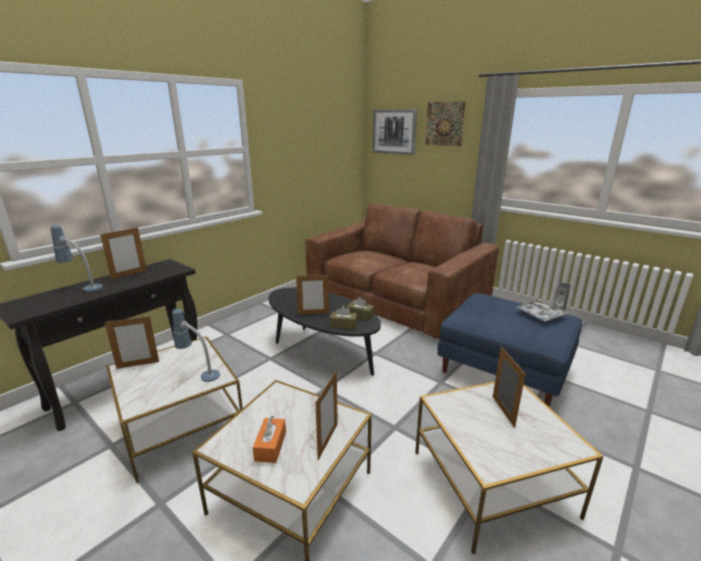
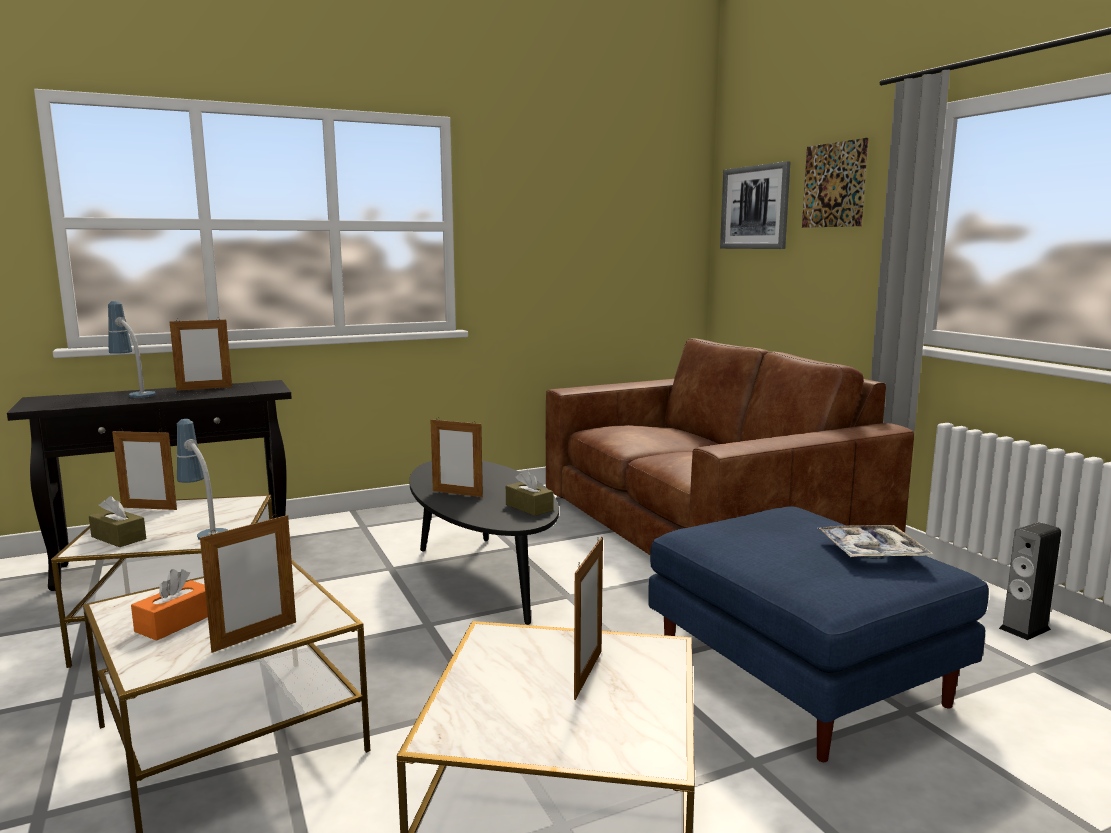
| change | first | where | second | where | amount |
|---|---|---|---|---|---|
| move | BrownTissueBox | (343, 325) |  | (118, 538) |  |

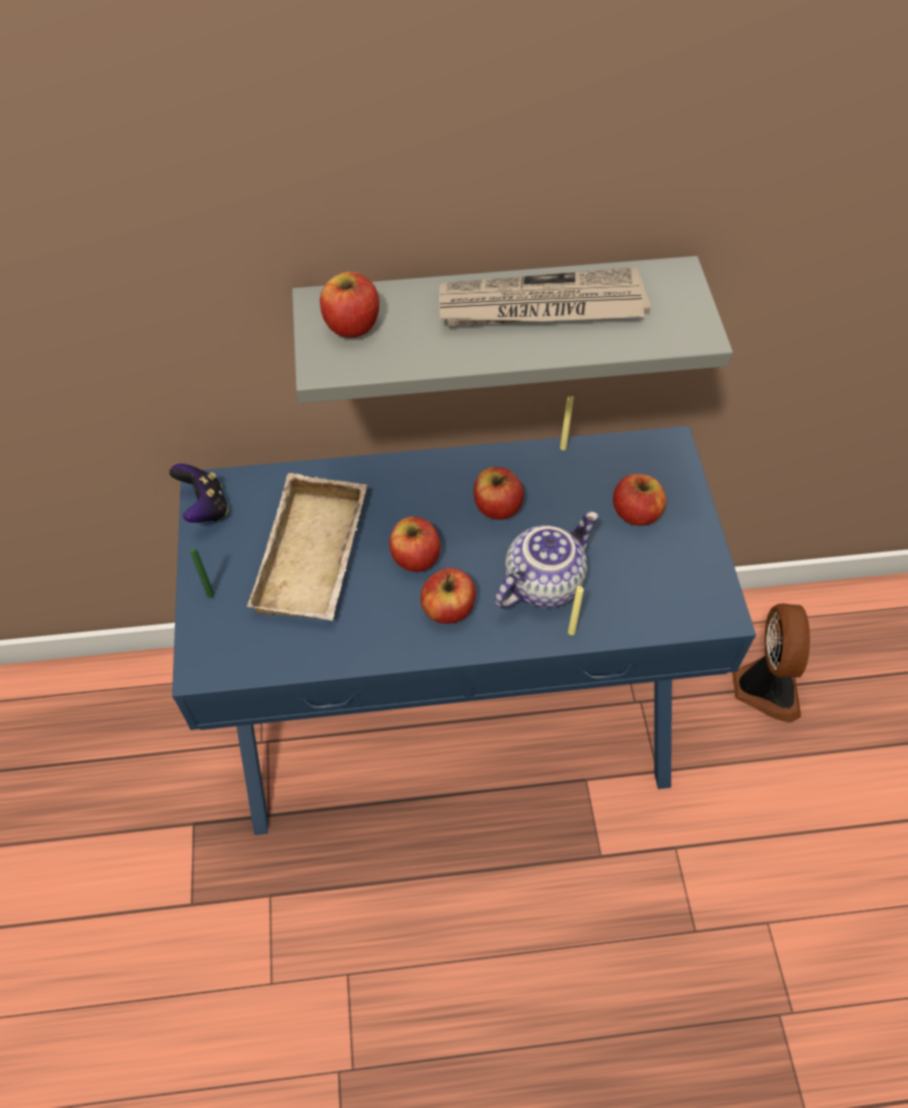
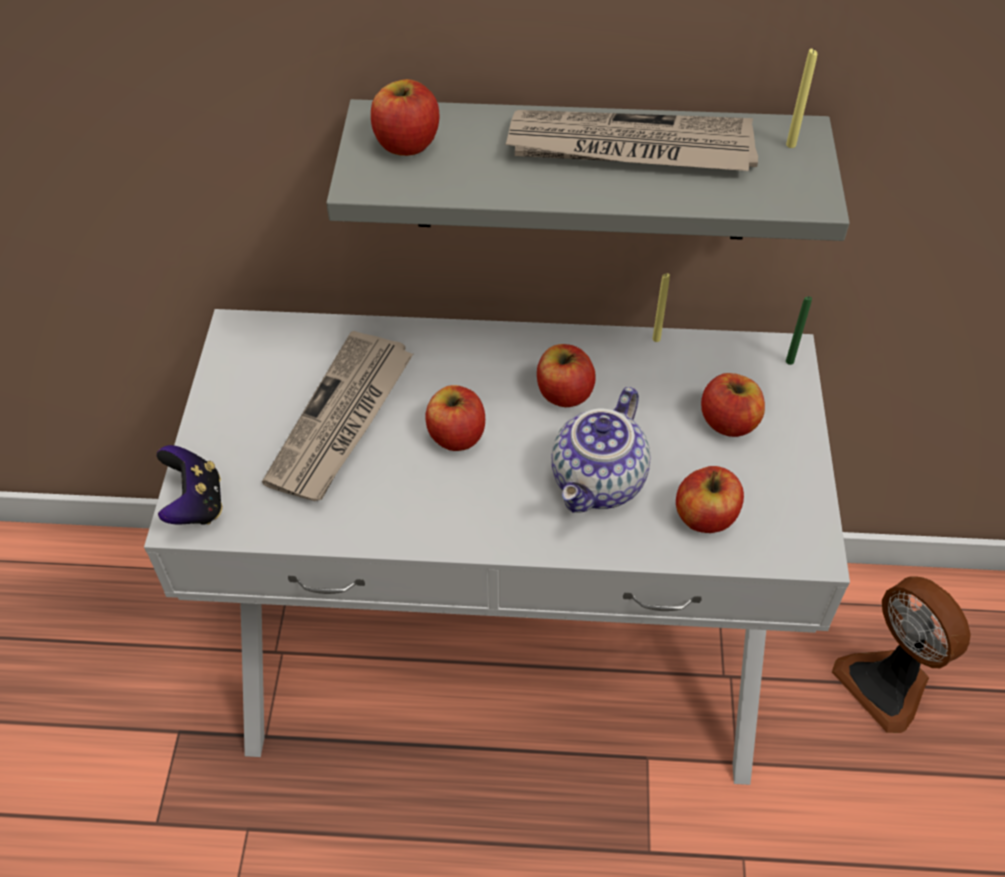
| change | first | where | second | where | amount |
|---|---|---|---|---|---|
| recolor | BlueConsoleTable | (453, 714) | WhiteConsoleTable | (503, 656) |  |
| move | GameController | (205, 507) |  | (195, 504) |  |
| replace | BeigeTray | (315, 558) | Newspaper | (342, 420) |  |
| rotate | Teapot | (542, 581) |  | (600, 483) | 150 degrees clockwise |
| move | GreenCandle | (210, 594) |  | (789, 361) |  |
| move | Apple | (448, 608) |  | (705, 516) |  |
| move | YellowCandle | (571, 632) |  | (791, 145) |  |
| rotate | Fan | (764, 686) |  | (887, 683) | 135 degrees clockwise |

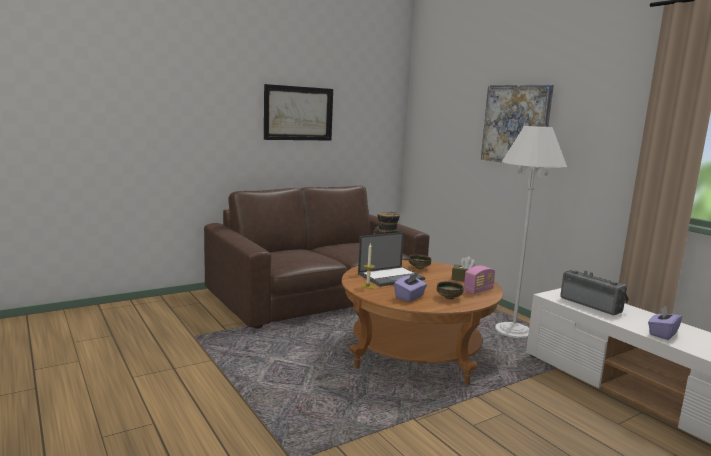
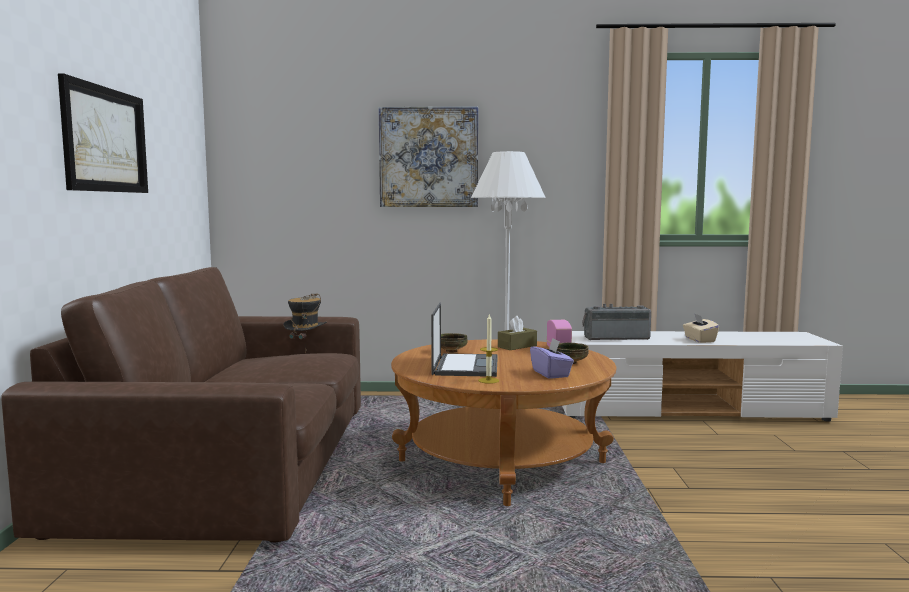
| change | first | where | second | where | amount |
|---|---|---|---|---|---|
| recolor | PurpleTissueBox | (662, 334) | BeigeTissueBox | (699, 340) |  |

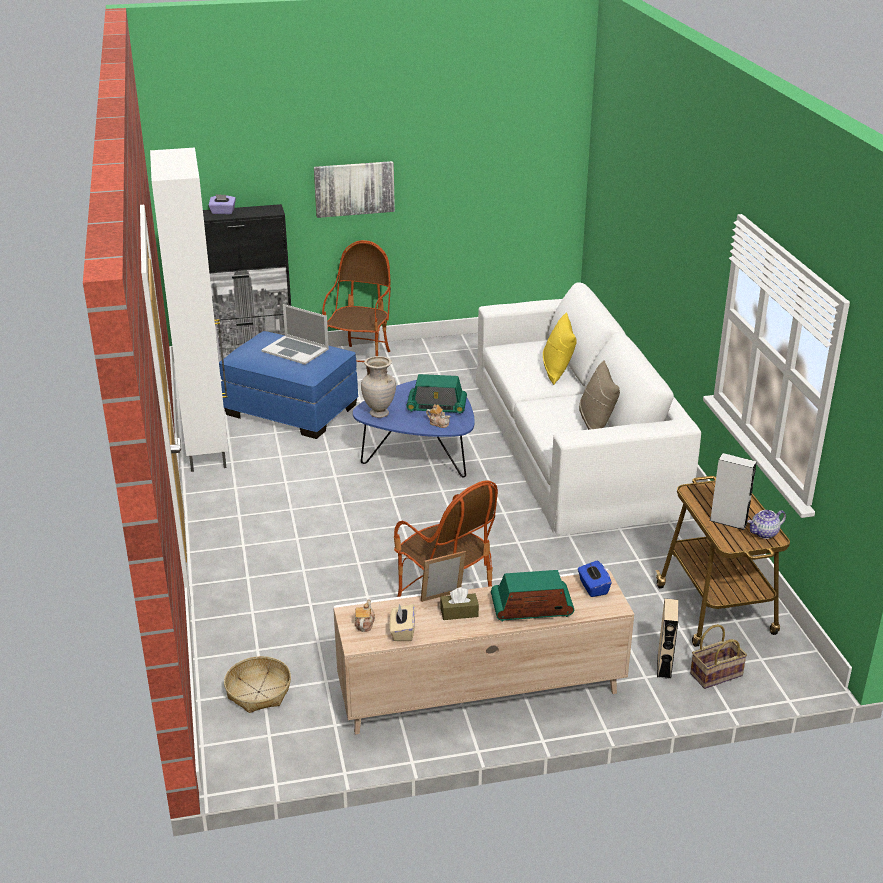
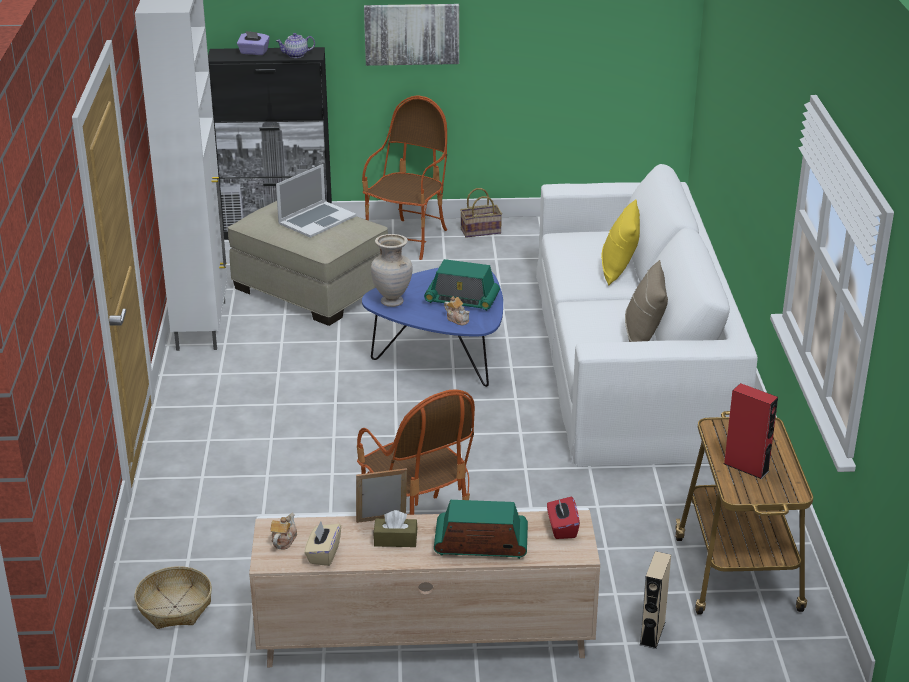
| change | first | where | second | where | amount |
|---|---|---|---|---|---|
| rotate | Laptop | (295, 350) |  | (316, 219) | 90 degrees counterclockwise |
| recolor | BlueOttoman | (292, 409) | BeigeOttoman | (312, 289) |  |
| recolor | GreySpeaker | (728, 521) | RedSpeaker | (746, 467) |  |
| move | Teapot | (764, 533) |  | (296, 55) |  |
| recolor | BlueTissueBox | (593, 587) | RedTissueBox | (562, 528) |  |
| move | Basket | (716, 674) |  | (481, 231) |  |

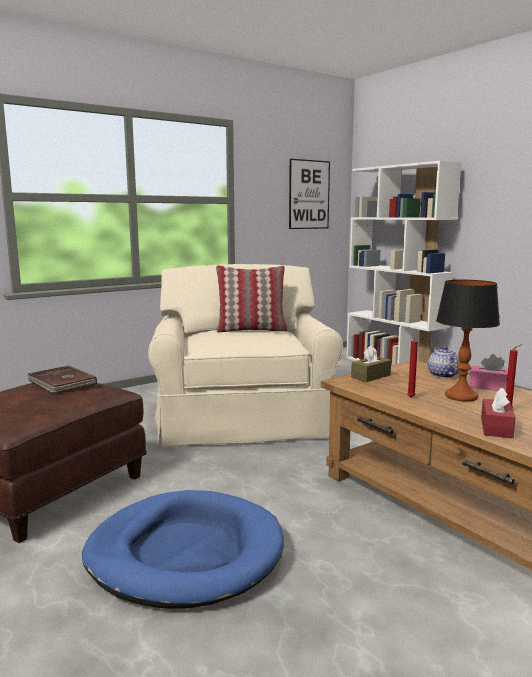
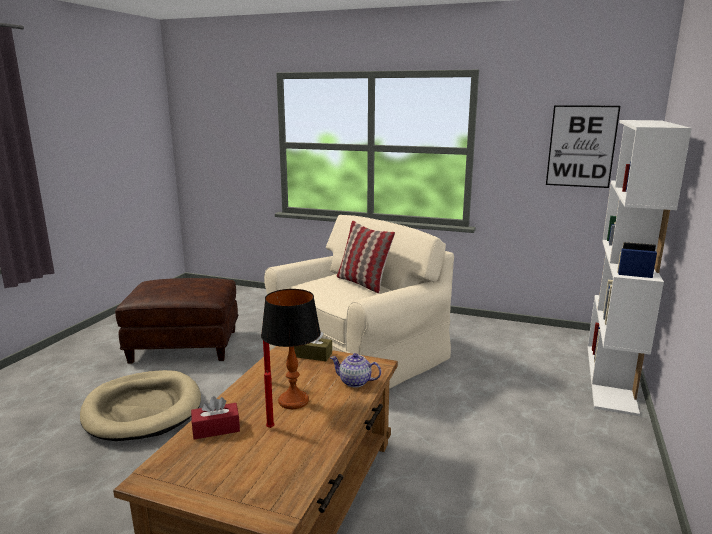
| change | first | where | second | where | amount |
|---|---|---|---|---|---|
| rotate | Teapot | (443, 375) |  | (355, 382) | 120 degrees counterclockwise |
| delete | PinkTissueBox | (490, 387) |  |  |  |
| delete | BrownBook | (61, 383) |  |  |  |
| recolor | BlueDogBed | (185, 553) | BeigeDogBed | (143, 409) |  |

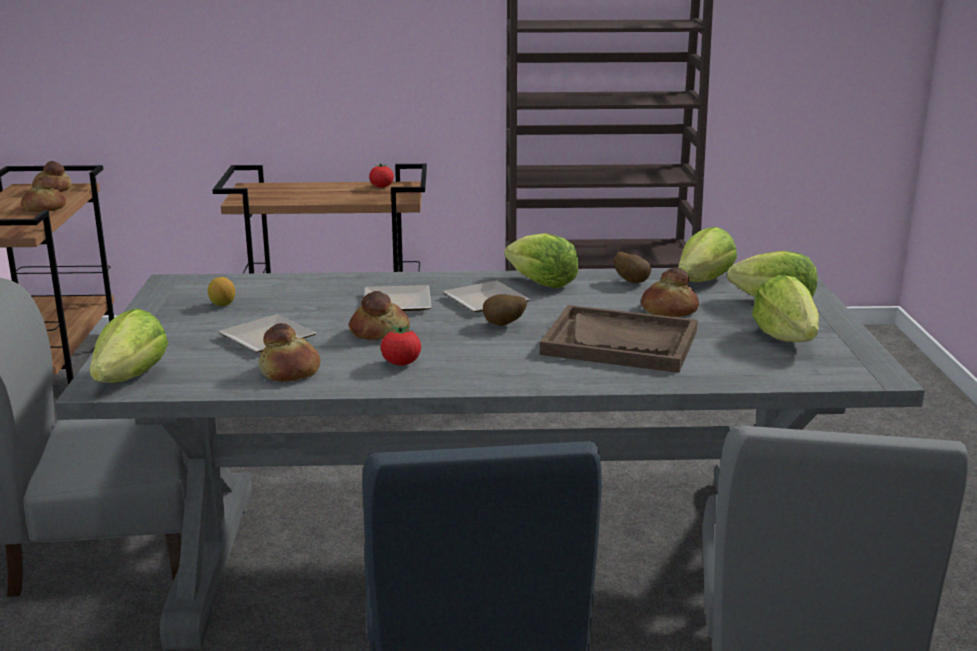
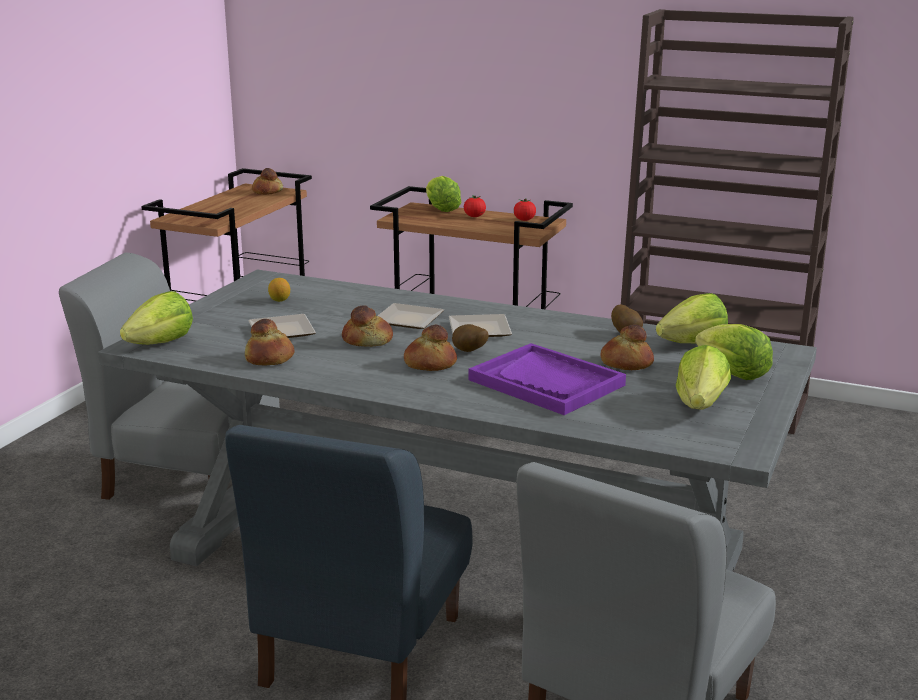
| change | first | where | second | where | amount |
|---|---|---|---|---|---|
| move | Bread | (43, 208) |  | (429, 364) |  |
| move | Lettuce | (541, 283) |  | (441, 209) |  |
| recolor | BrownTray | (620, 343) | PurpleTray | (547, 382) |  |
| move | Tomato | (401, 363) |  | (474, 216) |  |

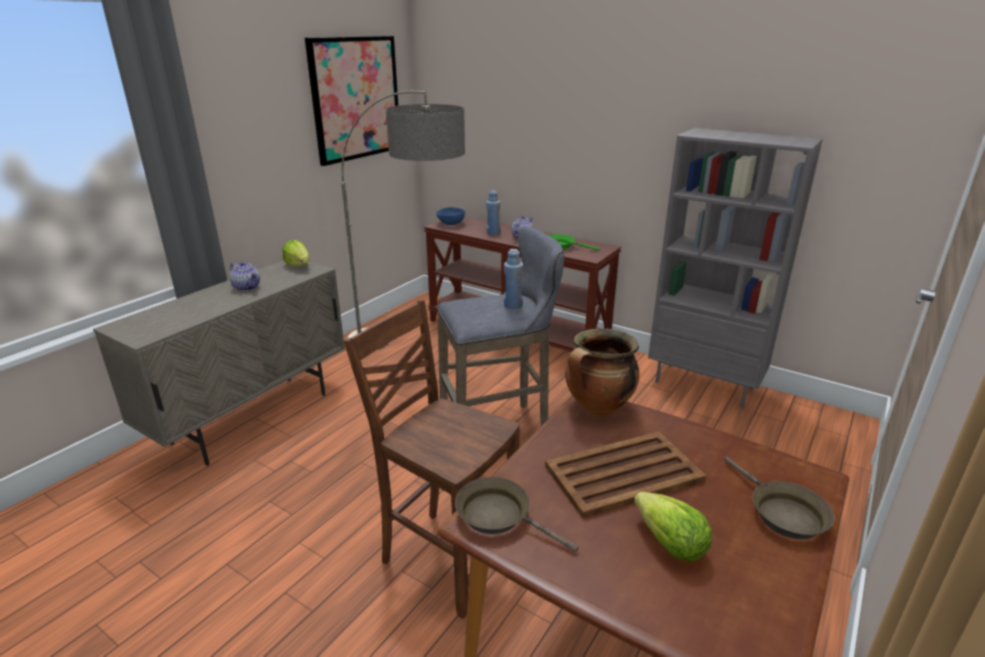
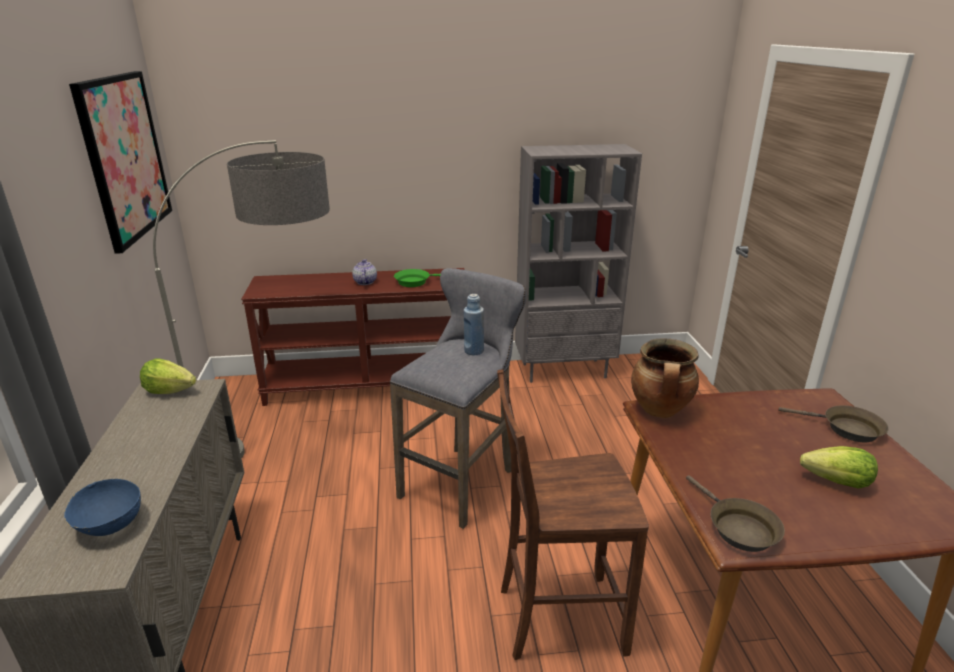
| change | first | where | second | where | amount |
|---|---|---|---|---|---|
| delete | BlueBottle | (493, 233) |  |  |  |
| move | BlueBowl | (450, 224) |  | (109, 523) |  |
| delete | Teapot | (247, 287) |  |  |  |
| delete | BrownTray | (625, 474) |  |  |  |
| rotate | BrownFryingPan | (499, 516) |  | (738, 528) | 105 degrees counterclockwise |

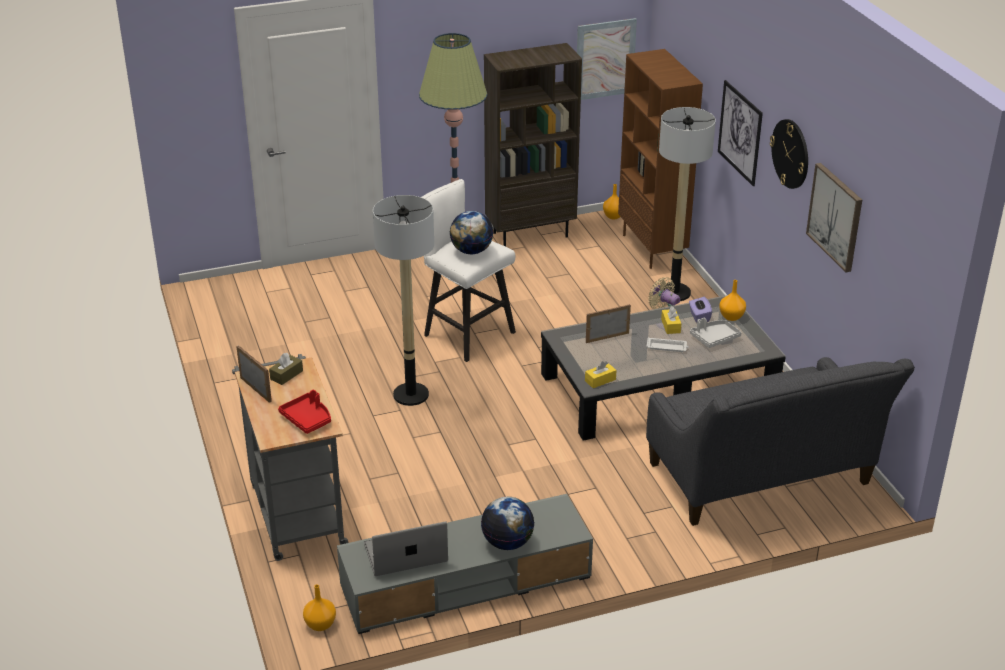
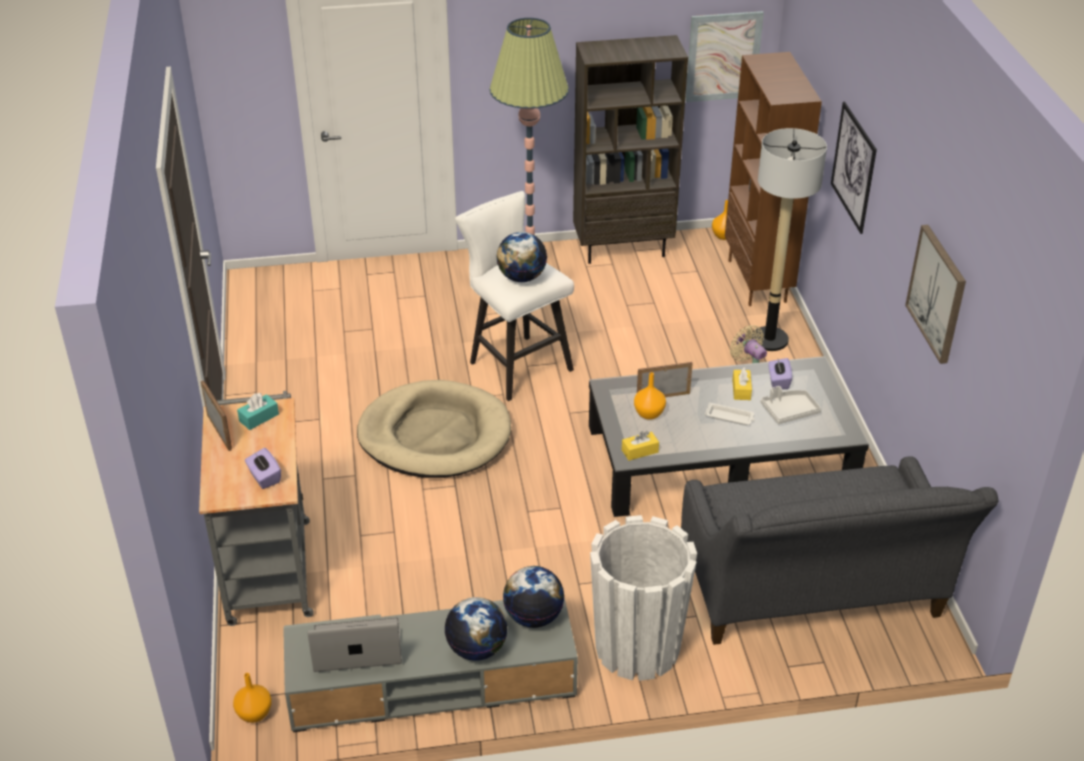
| change | first | where | second | where | amount |
|---|---|---|---|---|---|
| delete | WallClock | (790, 153) |  |  |  |
| replace | FloorLamp | (410, 395) | BeigeDogBed | (435, 435) |  |
| move | OrangeVase | (731, 316) |  | (649, 413) |  |
| recolor | BrownTissueBox | (286, 375) | TurquoiseTissueBox | (259, 418) |  |
| replace | RedTray | (307, 419) | PurpleTissueBox | (264, 477) |  |
| insert |  |  | WhitePlanter | (637, 647) |  |
| insert |  |  | Globe | (533, 617) |  |

